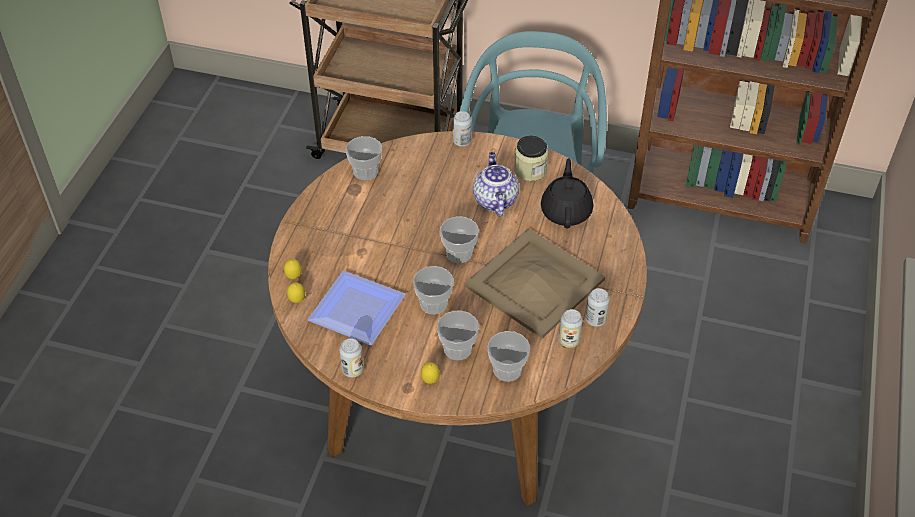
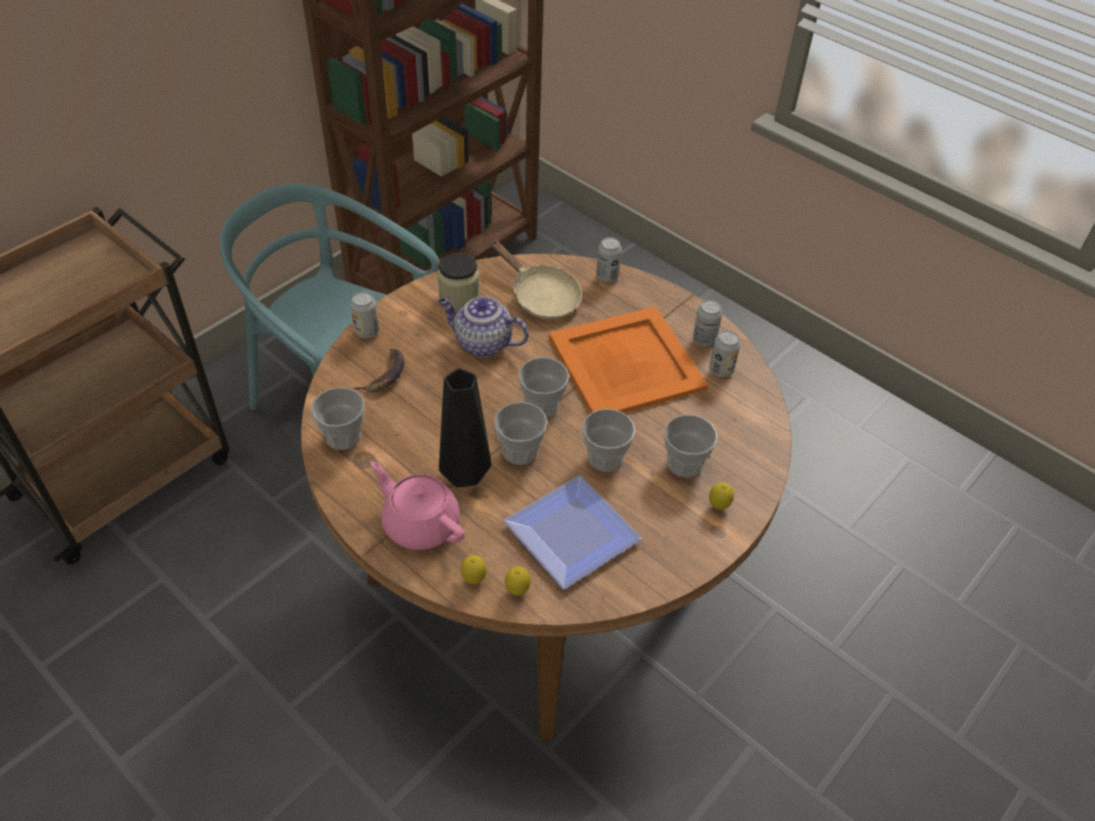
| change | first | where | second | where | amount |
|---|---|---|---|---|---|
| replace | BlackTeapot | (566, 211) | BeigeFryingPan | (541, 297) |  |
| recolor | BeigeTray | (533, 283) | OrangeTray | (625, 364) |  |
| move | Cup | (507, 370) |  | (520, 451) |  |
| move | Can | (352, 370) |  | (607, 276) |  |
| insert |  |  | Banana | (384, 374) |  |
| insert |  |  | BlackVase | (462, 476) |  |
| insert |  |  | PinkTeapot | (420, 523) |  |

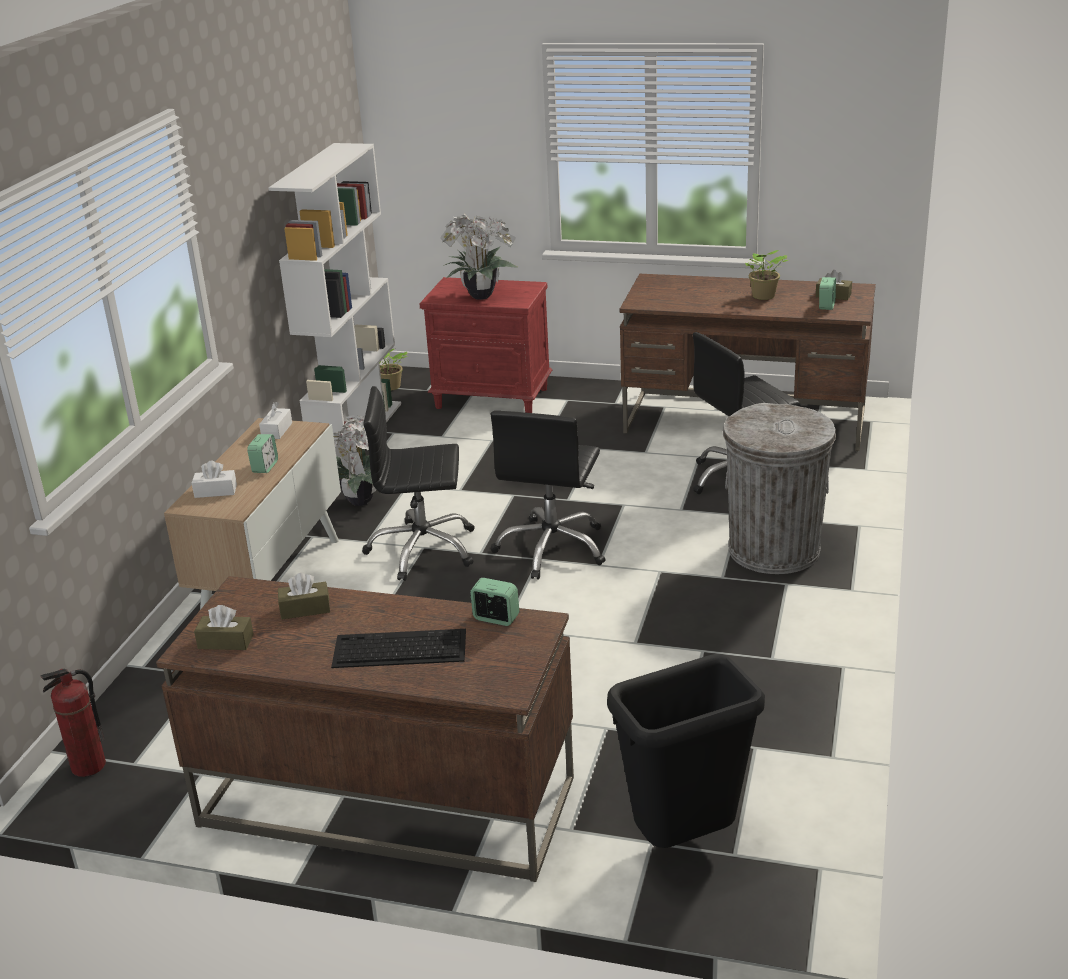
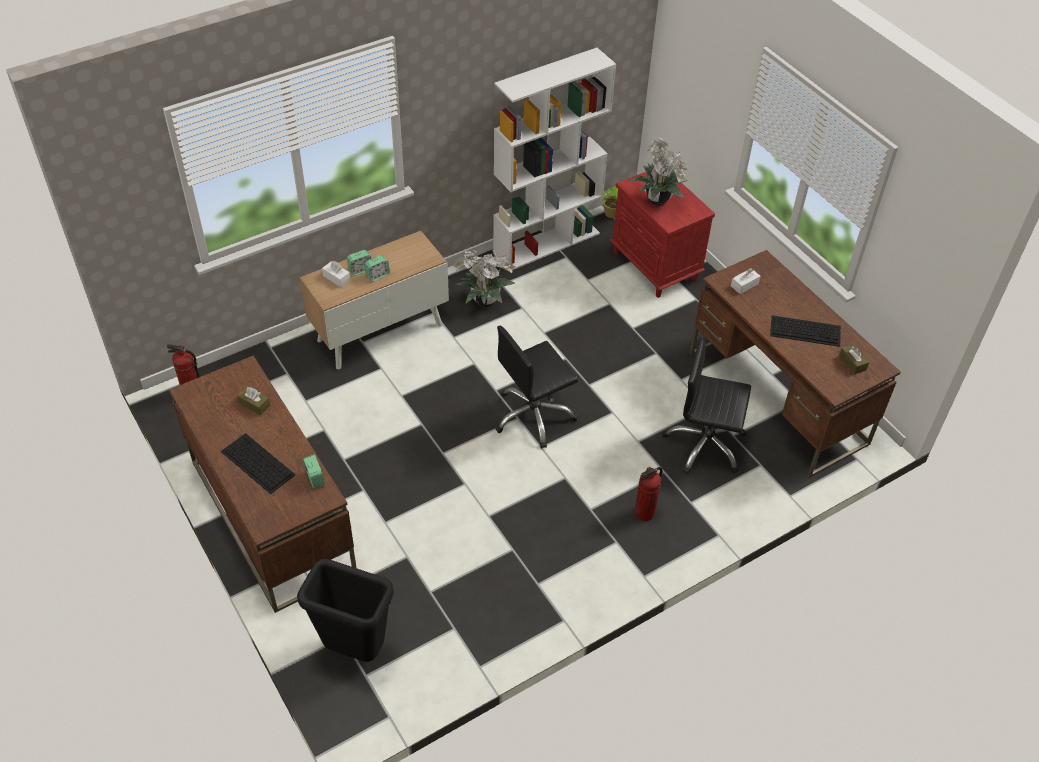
| change | first | where | second | where | amount |
|---|---|---|---|---|---|
| replace | PottedPlant | (763, 296) | Keyboard | (806, 331) |  |
| move | AlarmClock | (826, 306) |  | (360, 270) |  |
| delete | BlackOfficeChair | (422, 550) |  |  |  |
| move | WhiteTissueBox | (277, 430) |  | (744, 285) |  |
| replace | GreyTrashCan | (774, 550) | FireExtinguisher | (644, 513) |  |
| delete | BrownTissueBox | (225, 642) |  |  |  |

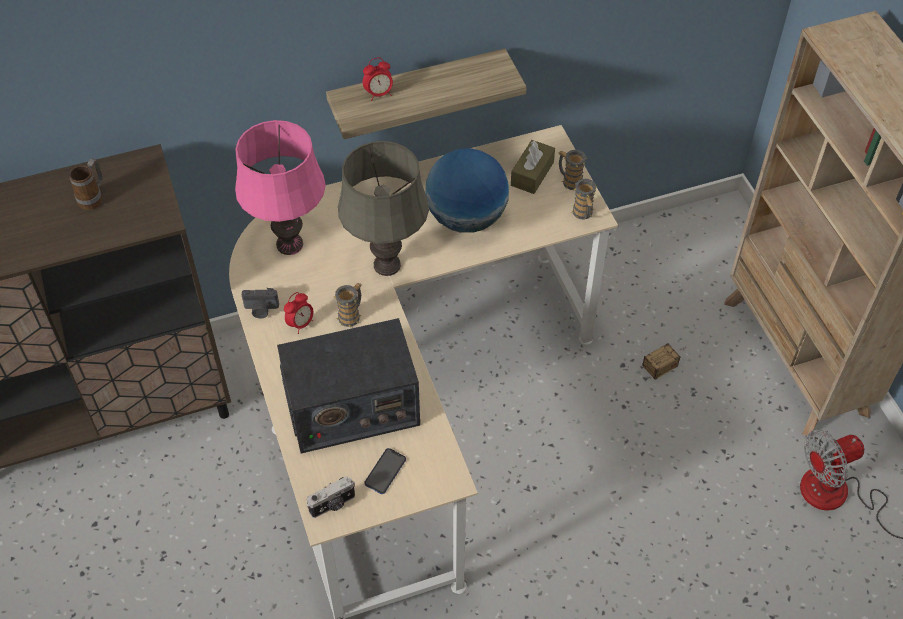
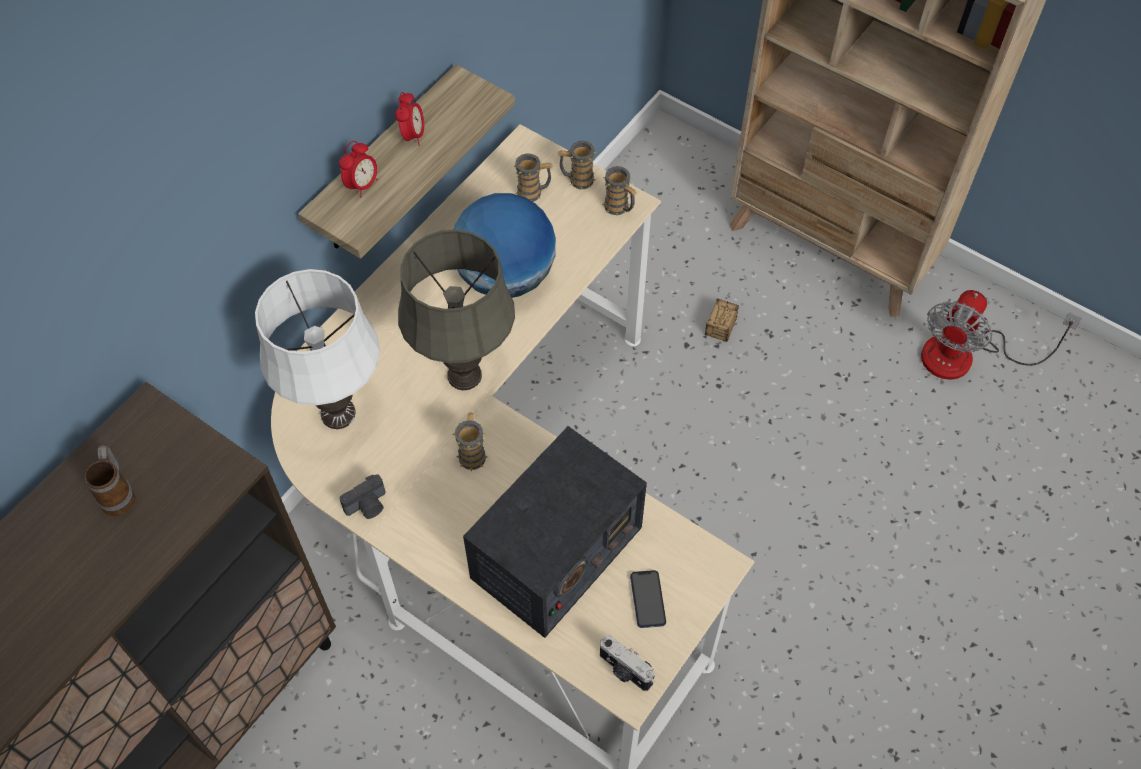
| change | first | where | second | where | amount |
|---|---|---|---|---|---|
| recolor | PinkTableLamp | (289, 245) | WhiteTableLamp | (338, 414) |  |
| replace | BrownTissueBox | (532, 174) | Mug | (534, 192) |  |
| move | AlarmClock | (301, 324) |  | (413, 135) |  |
| rotate | PhotoCamera | (333, 505) |  | (624, 670) | 105 degrees clockwise |

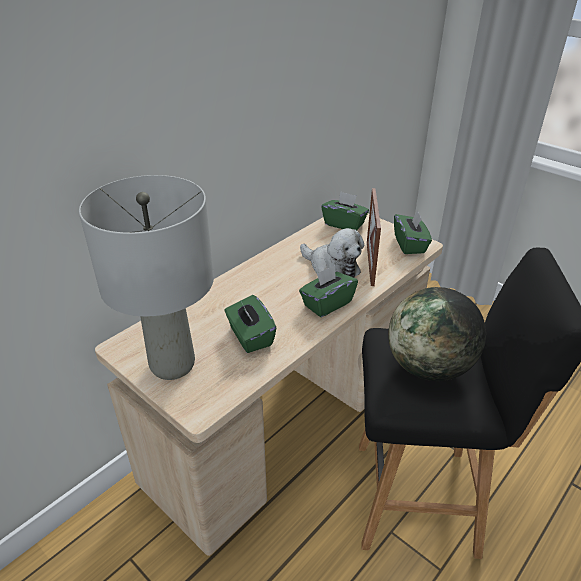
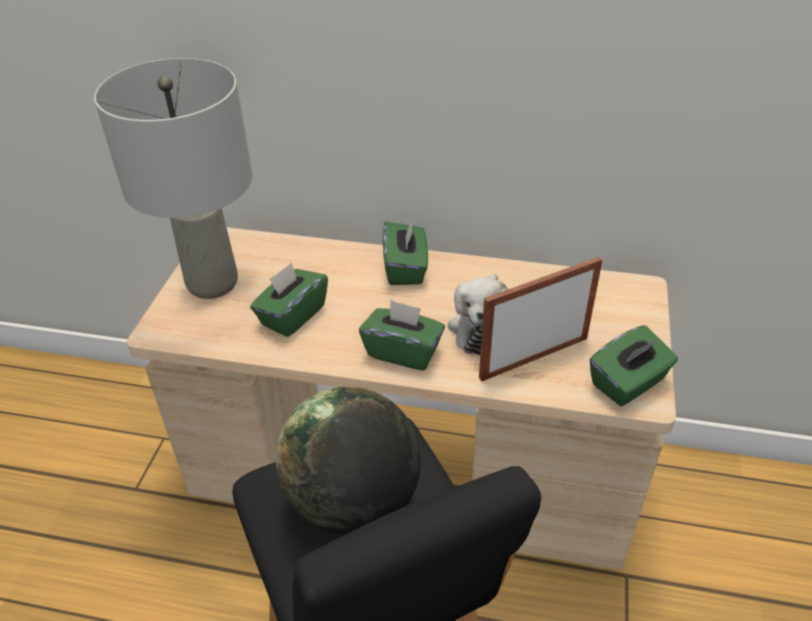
| change | first | where | second | where | amount |
|---|---|---|---|---|---|
| move | GreenTissueBox | (344, 224) |  | (405, 268) |  |

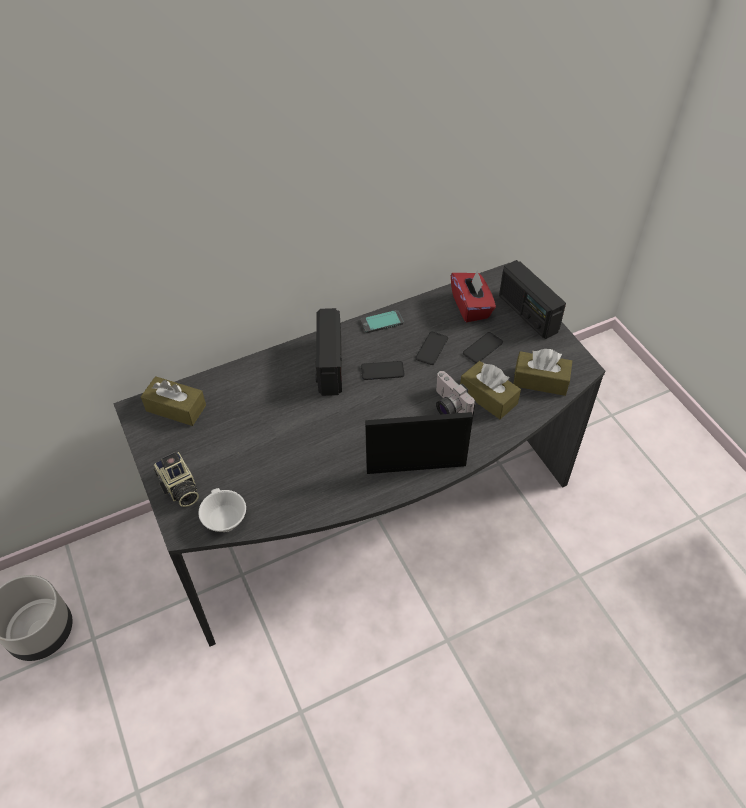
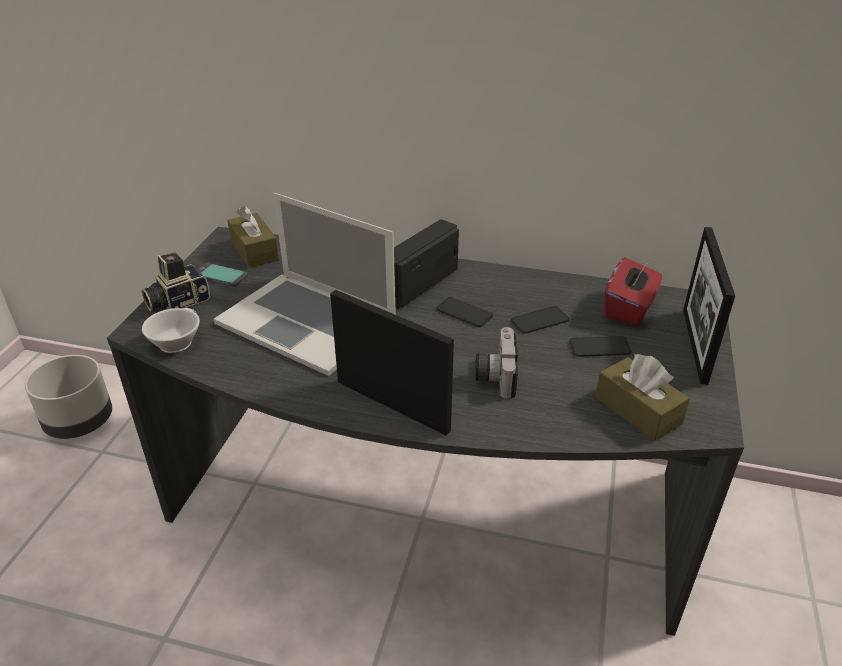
| change | first | where | second | where | amount |
|---|---|---|---|---|---|
| replace | Radio | (527, 313) | PictureFrame | (694, 344) |  |
| move | Phone | (381, 322) |  | (221, 276) |  |
| delete | BrownTissueBox | (488, 397) |  |  |  |
| rotate | PhotoCamera | (179, 488) |  | (177, 302) | 45 degrees clockwise |
| insert |  |  | Laptop | (307, 321) |  |

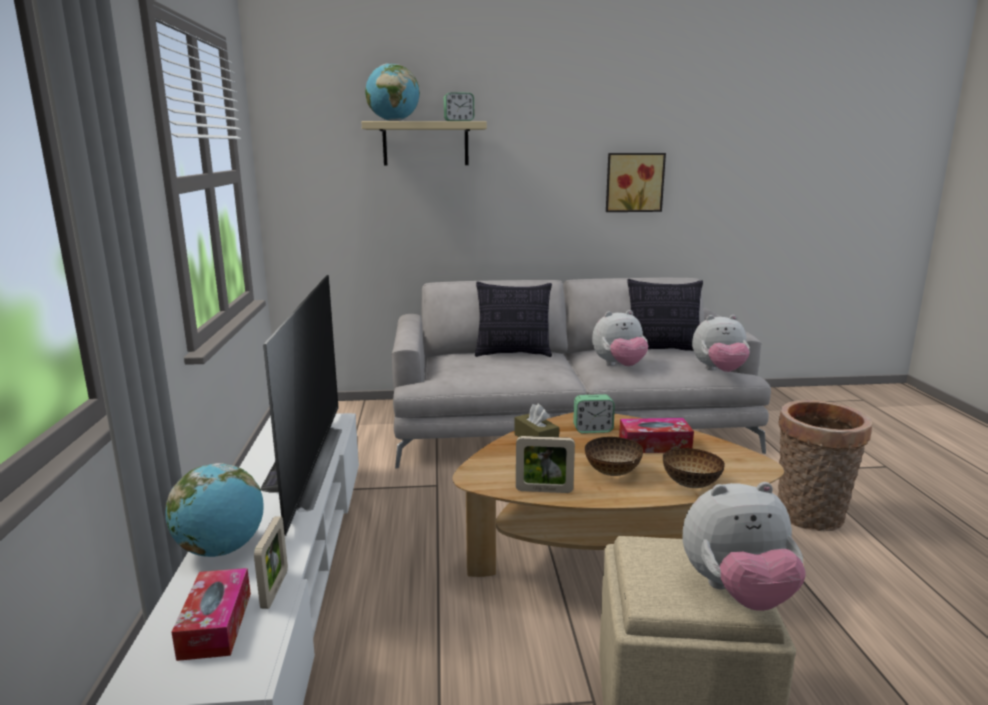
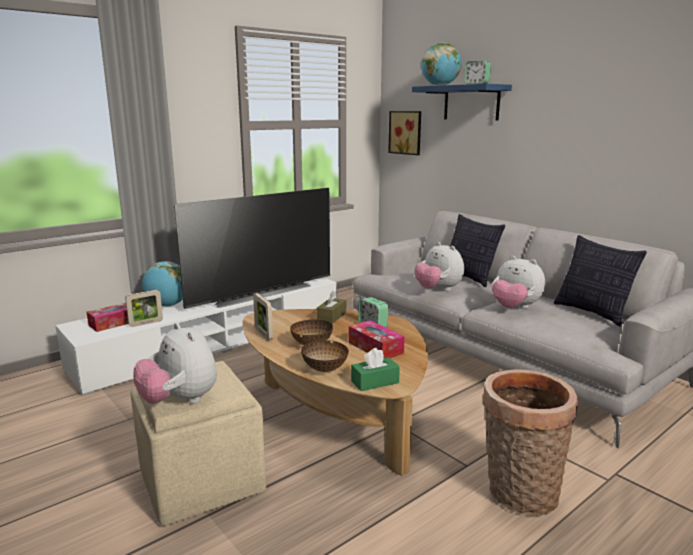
| change | first | where | second | where | amount |
|---|---|---|---|---|---|
| recolor | BeigeShelf | (425, 144) | BlueShelf | (471, 103) |  |
| move | Picture | (634, 182) |  | (406, 132) |  |
| move | PlushToy | (719, 371) |  | (438, 290) |  |
| insert |  |  | GreenTissueBox | (375, 382) |  |

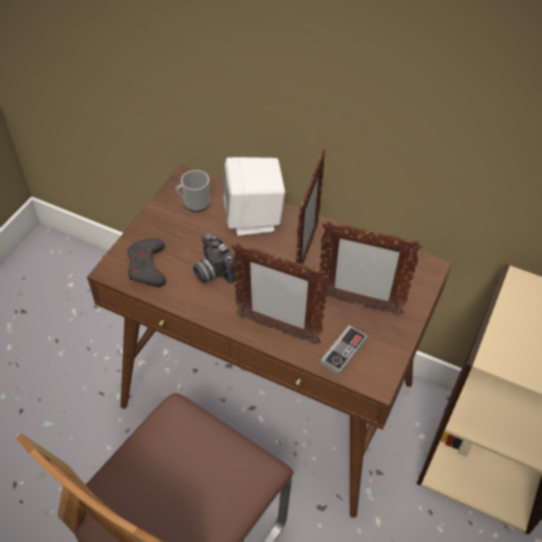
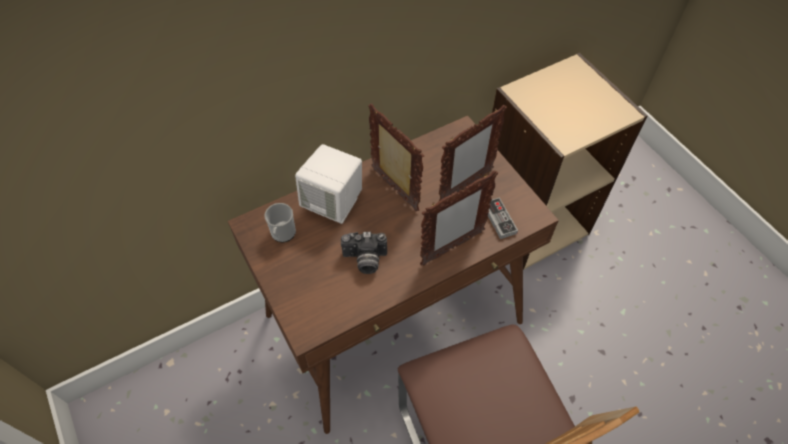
| change | first | where | second | where | amount |
|---|---|---|---|---|---|
| delete | GreyGameController | (147, 266) |  |  |  |

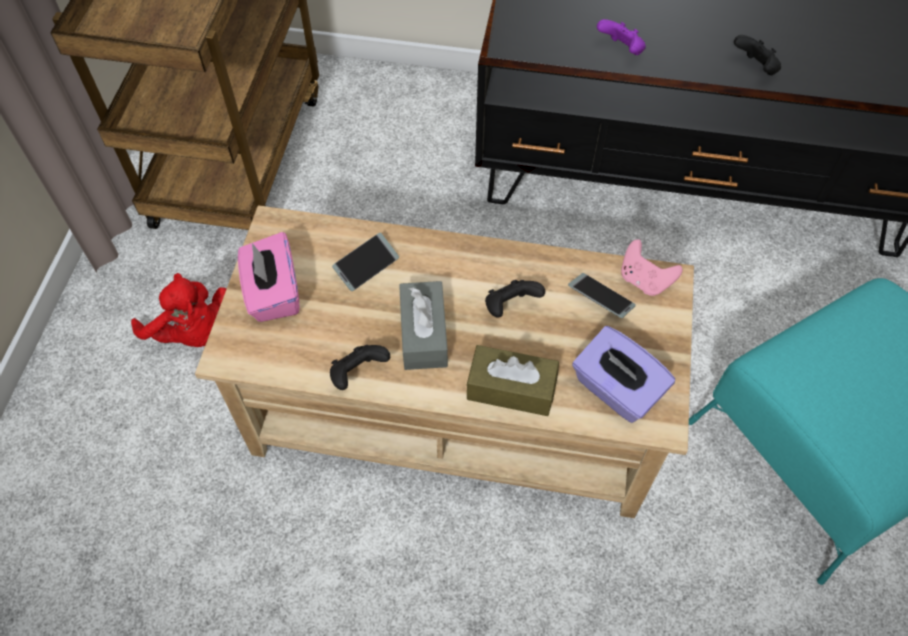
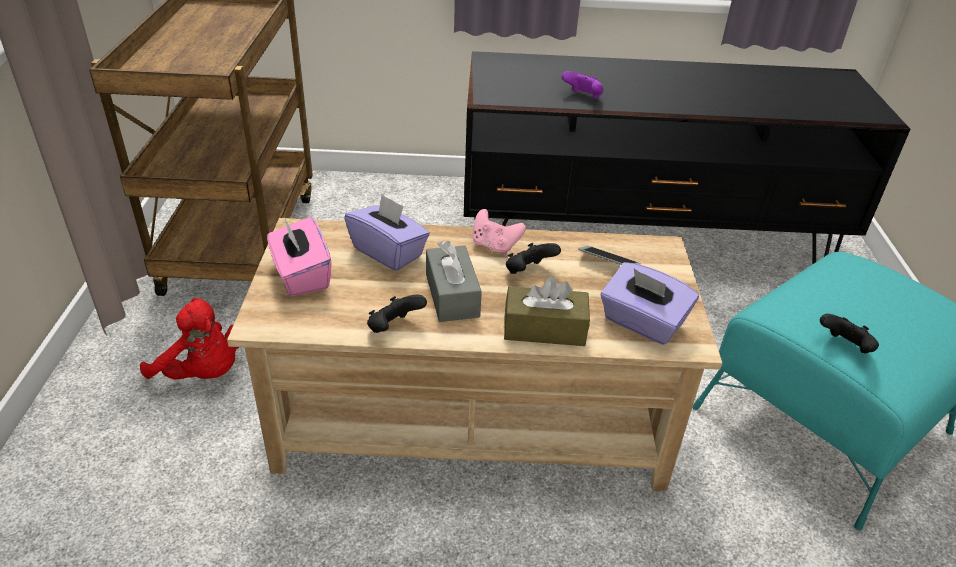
| change | first | where | second | where | amount |
|---|---|---|---|---|---|
| move | BlackGameController | (755, 69) |  | (844, 347) |  |
| replace | Phone | (366, 266) | PurpleTissueBox | (388, 252) |  |
| move | PinkGameController | (644, 280) |  | (495, 246) |  |

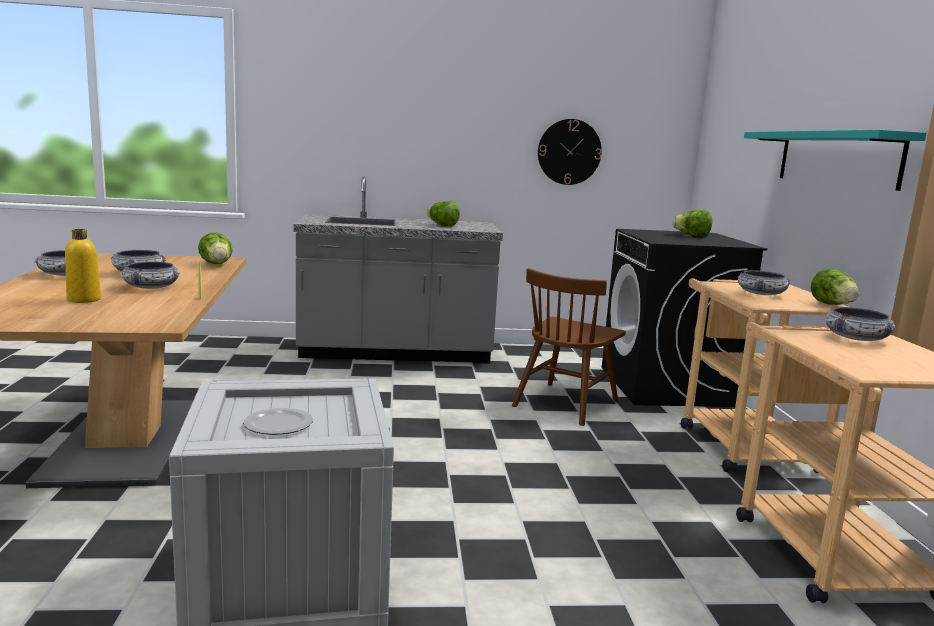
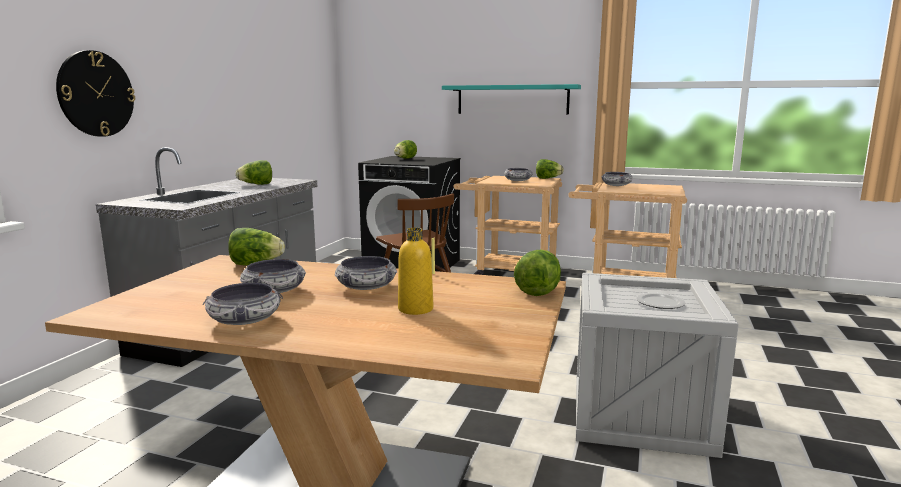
| change | first | where | second | where | amount |
|---|---|---|---|---|---|
| move | WallClock | (569, 152) |  | (96, 94) |  |
| insert |  |  | Lettuce | (538, 290) |  |

